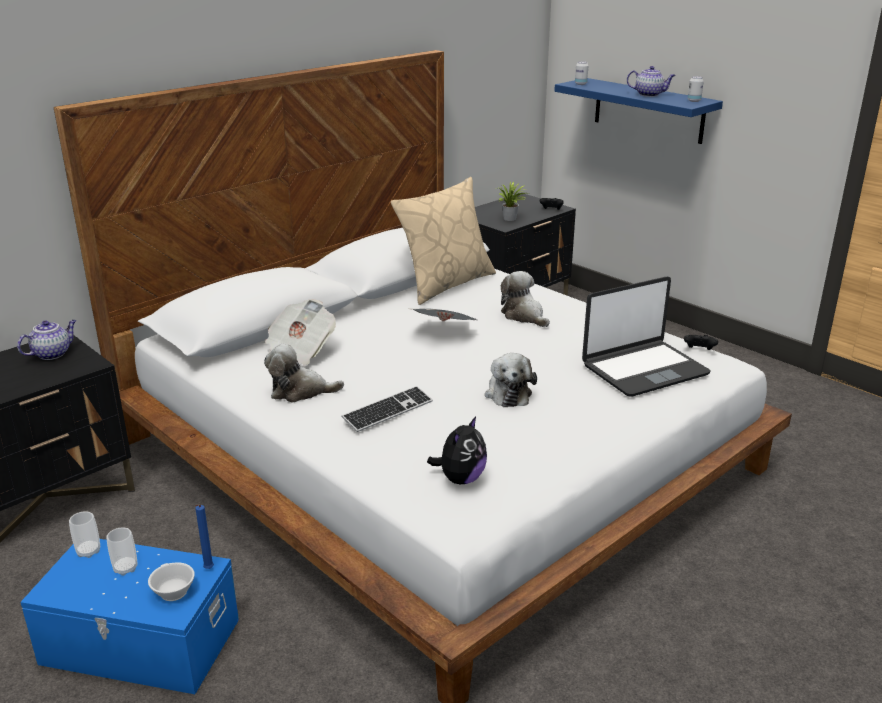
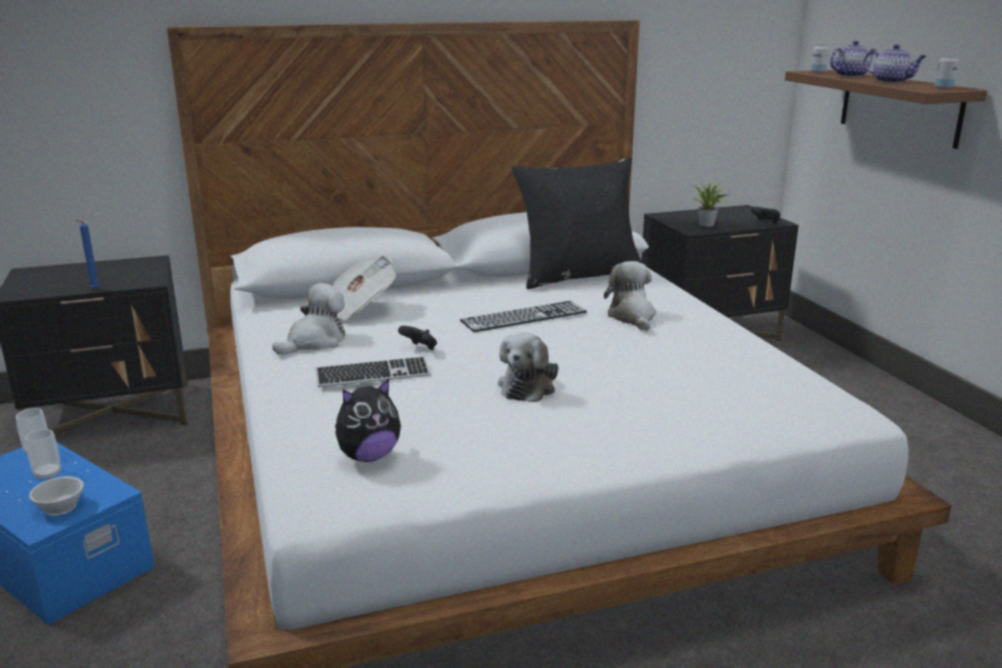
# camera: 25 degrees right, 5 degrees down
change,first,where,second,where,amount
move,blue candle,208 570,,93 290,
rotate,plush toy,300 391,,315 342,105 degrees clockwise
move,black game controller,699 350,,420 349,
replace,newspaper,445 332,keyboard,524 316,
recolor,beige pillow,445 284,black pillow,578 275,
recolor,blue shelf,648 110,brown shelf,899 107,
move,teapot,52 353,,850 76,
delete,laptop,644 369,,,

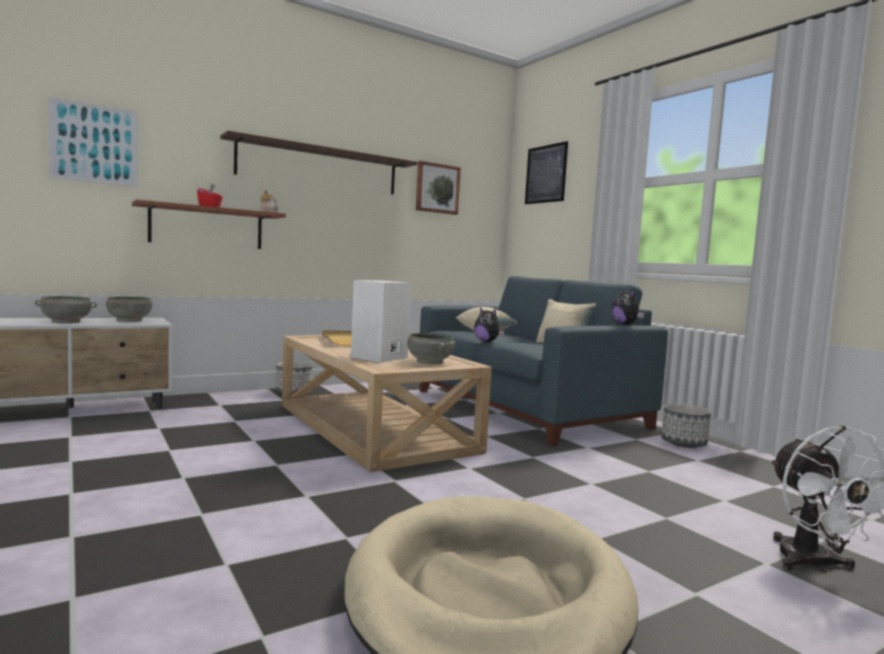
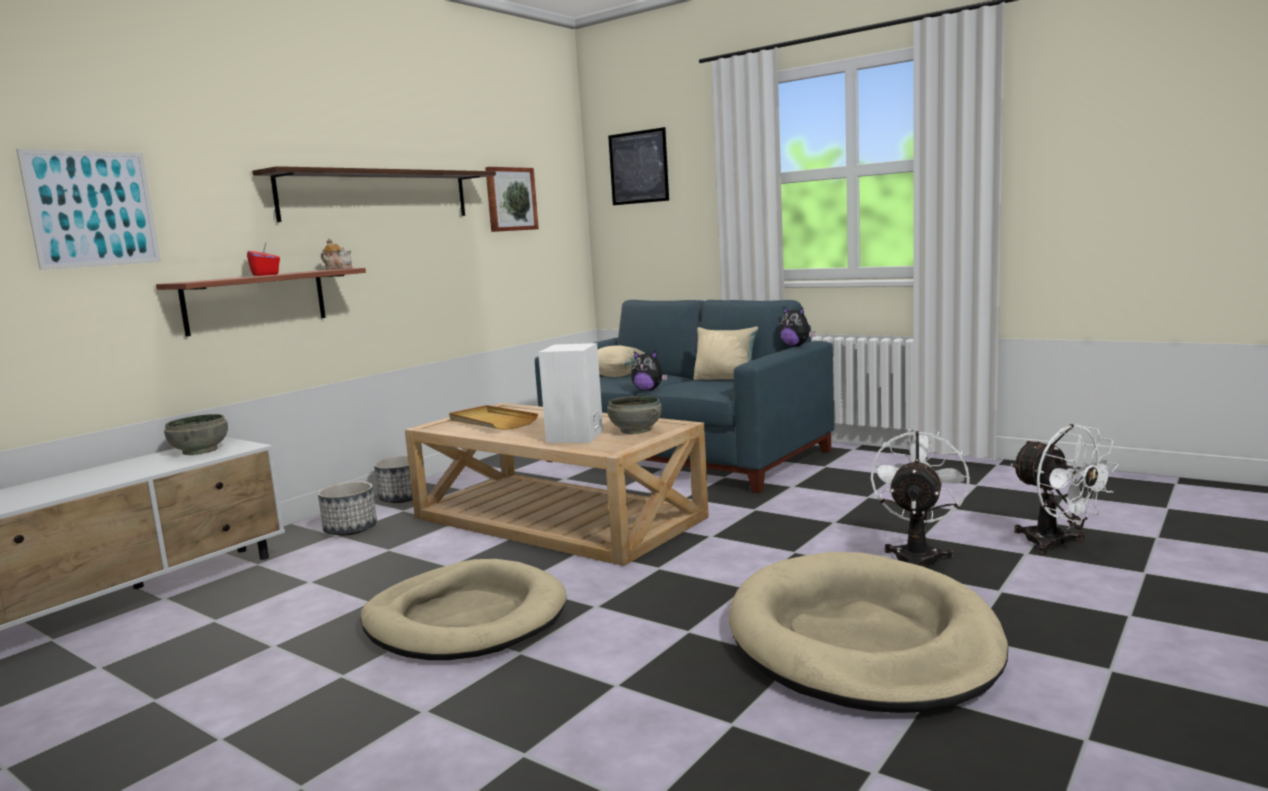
# camera: 20 degrees left, 5 degrees up
change,first,where,second,where,amount
move,planter,684 443,,351 529,
insert,,,beige dog bed,465 618,
insert,,,white fan,918 556,
delete,grey bowl,66 322,,,

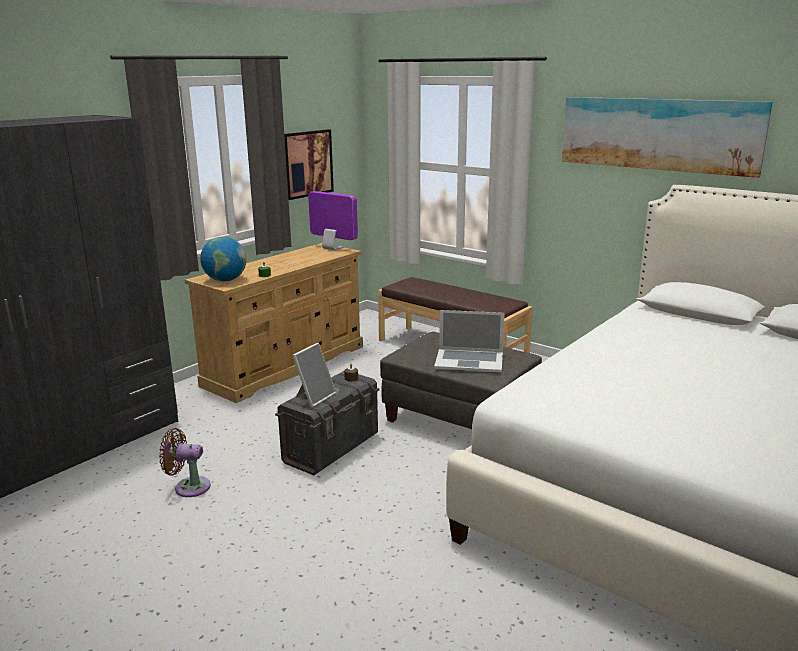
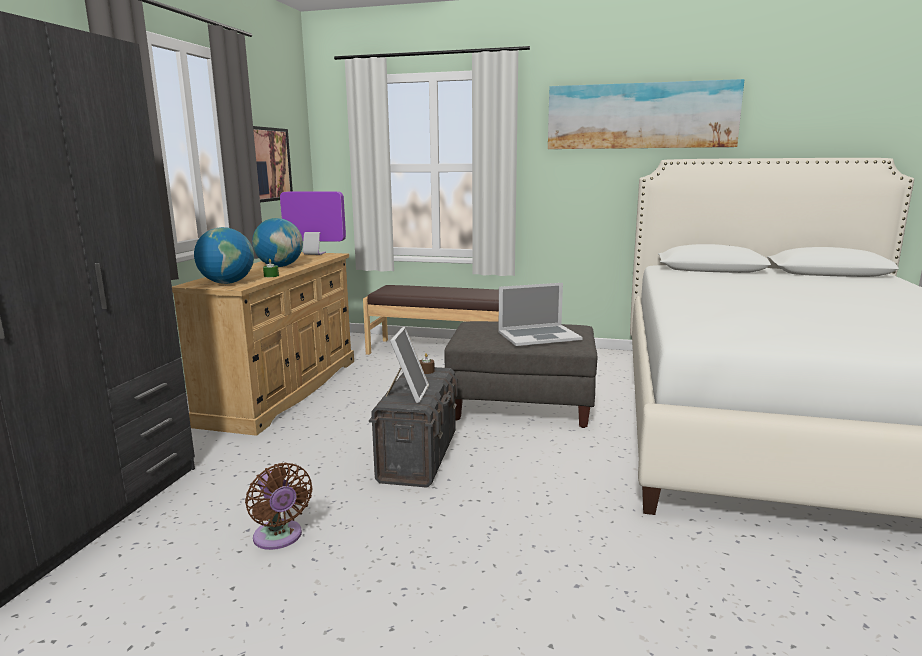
# camera: 25 degrees left, 5 degrees down
change,first,where,second,where,amount
rotate,brown fan,188 487,,279 538,105 degrees counterclockwise
insert,,,globe,280 266,

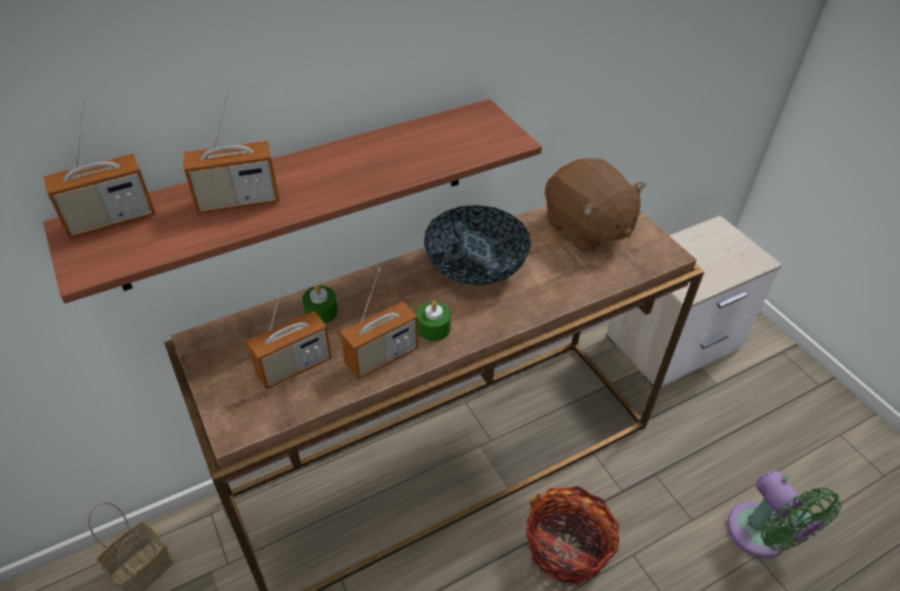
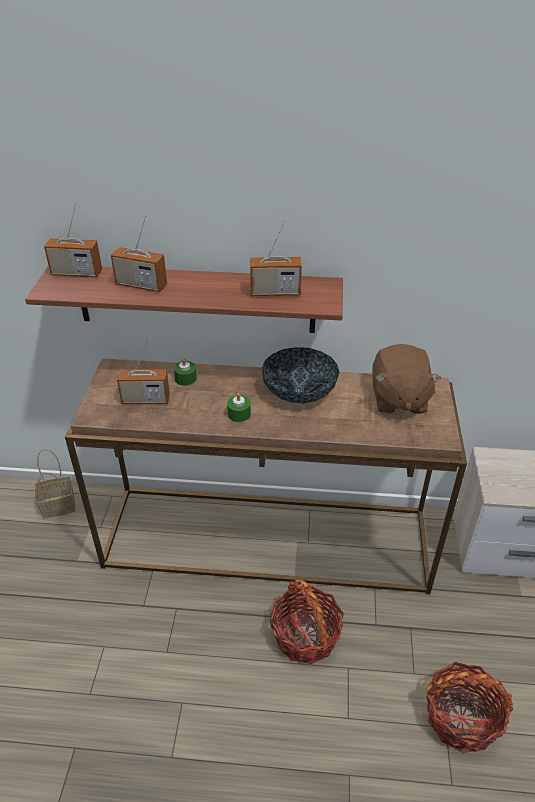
# camera: 35 degrees right, 5 degrees down
change,first,where,second,where,amount
move,radio,382 357,,275 292,
replace,green fan,761 536,basket,461 717,

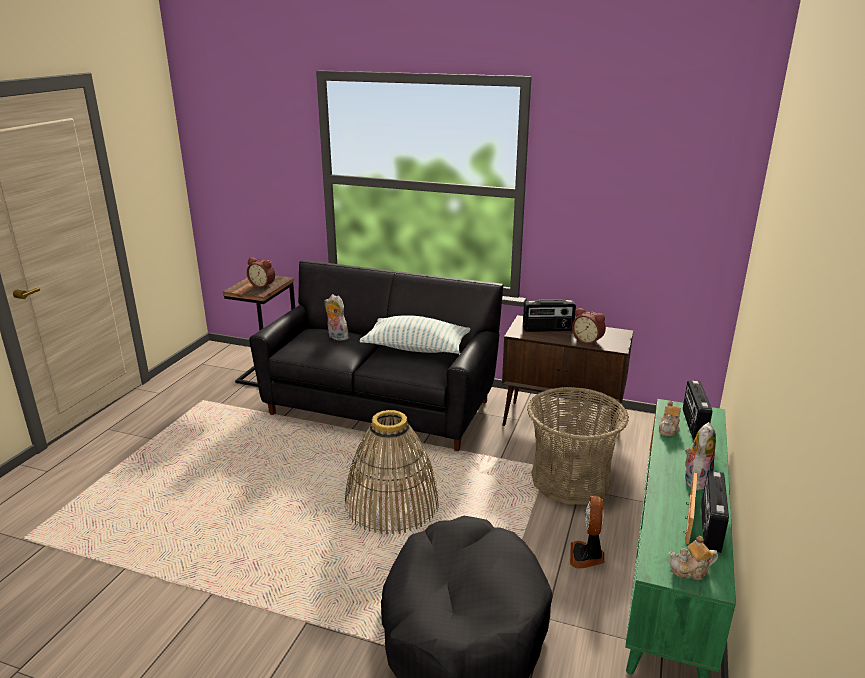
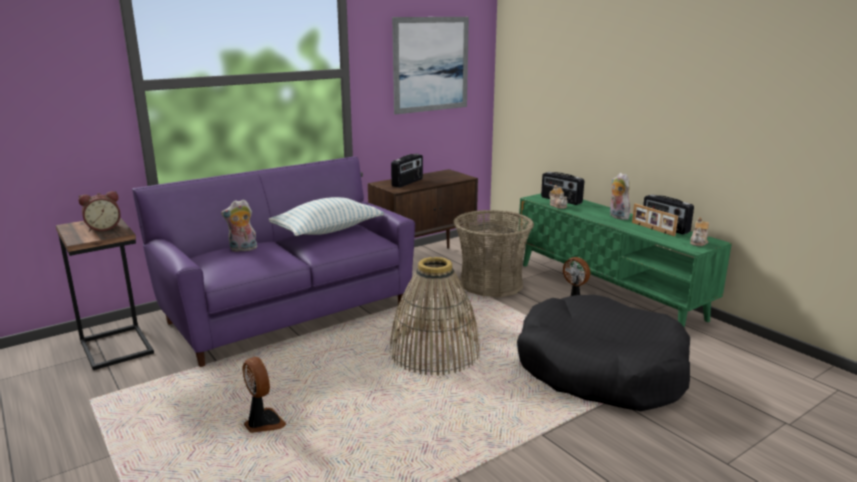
# camera: 55 degrees left, 5 degrees down
change,first,where,second,where,amount
recolor,black sofa,380 408,purple sofa,289 313,
insert,,,fan,263 423,
insert,,,picture,431 64,
delete,alarm clock,588 340,,,

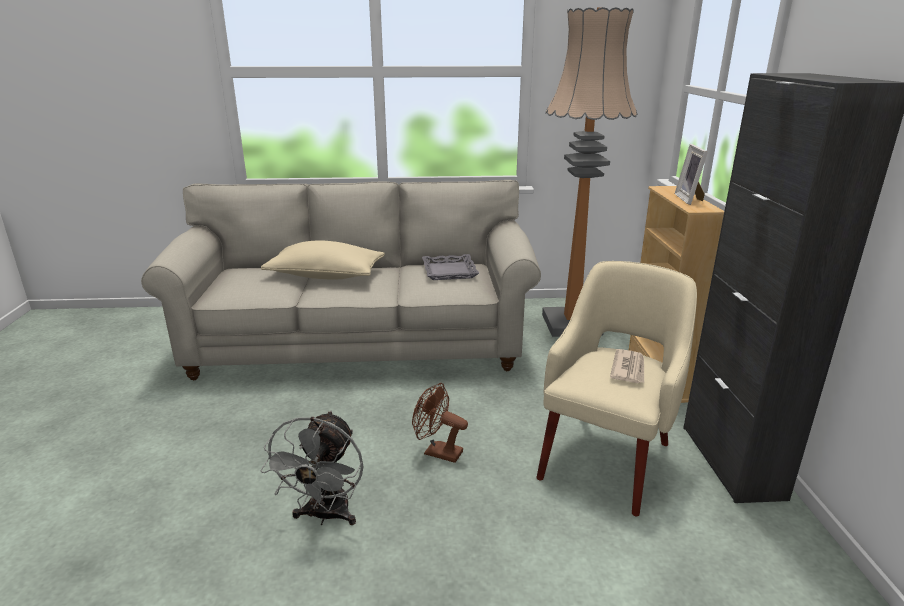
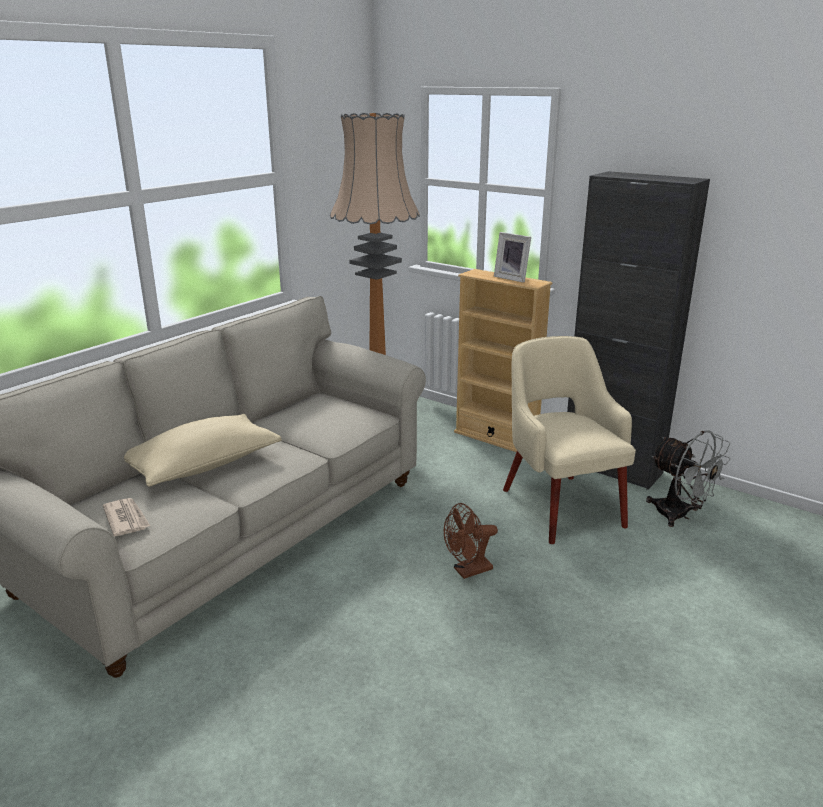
# camera: 50 degrees left, 0 degrees up
change,first,where,second,where,amount
move,newspaper,629 369,,126 519,
move,grey fan,325 516,,679 515,
delete,grey tray,449 271,,,

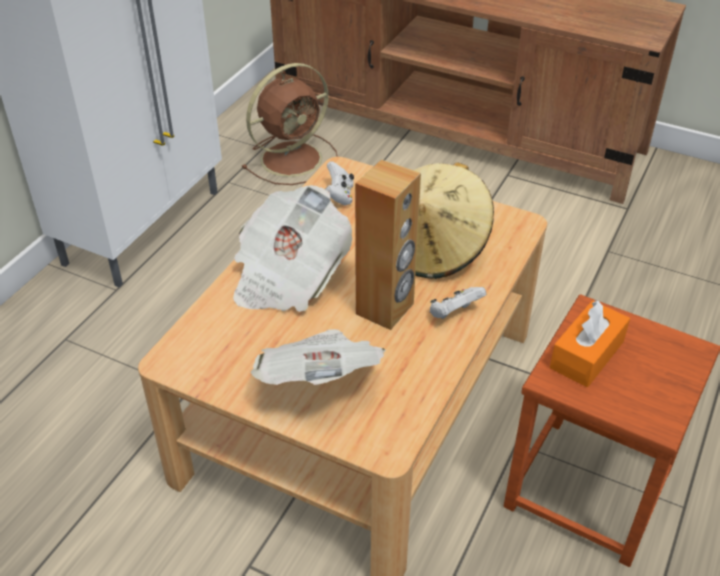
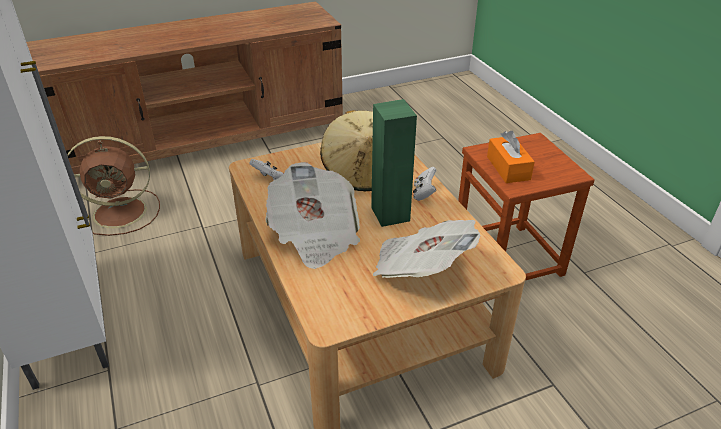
# camera: 50 degrees left, 5 degrees down
change,first,where,second,where,amount
rotate,brown fan,293 158,,122 212,75 degrees clockwise
recolor,brown speaker,385 309,green speaker,391 214,

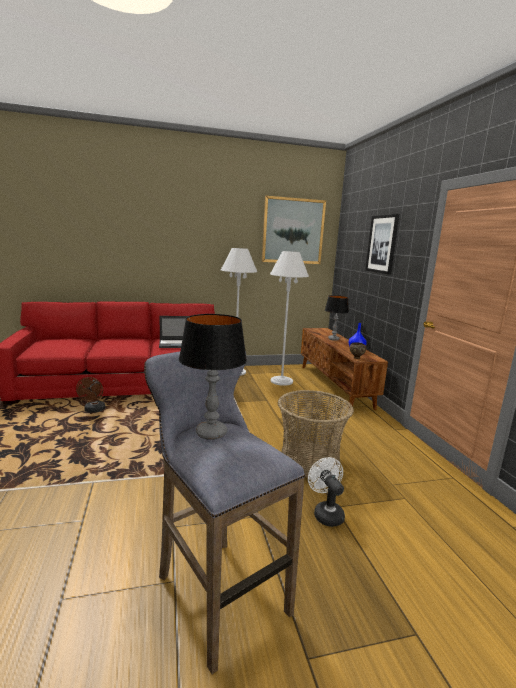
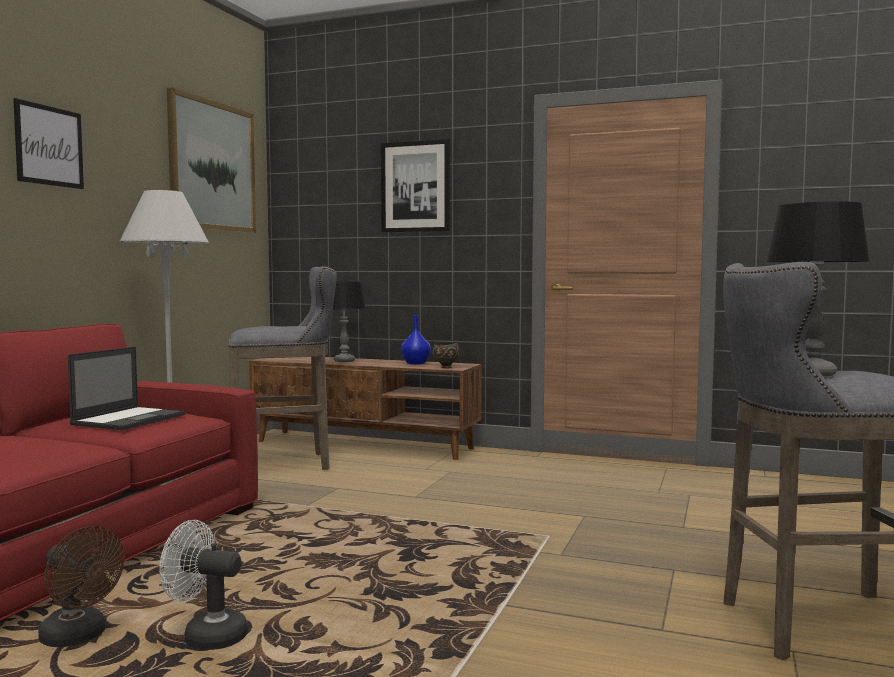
# camera: 55 degrees left, 10 degrees down
change,first,where,second,where,amount
insert,,,picture,49 146,
move,white fan,326 513,,206 636,
replace,white floor lamp,281 381,grey stool,284 463,
delete,basket,310 460,,,

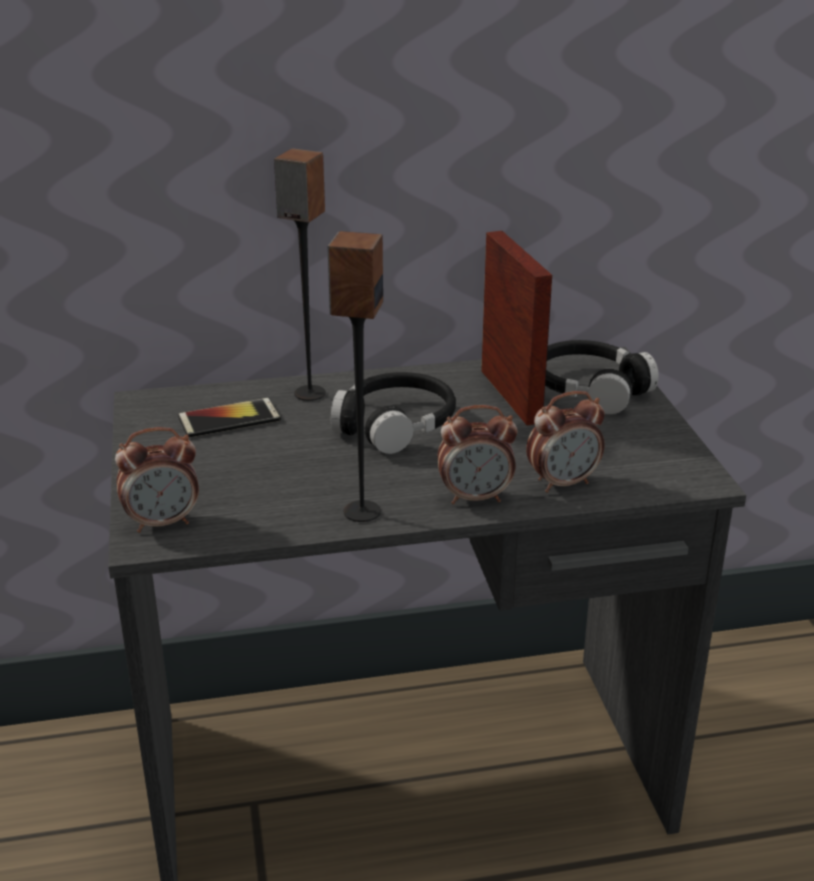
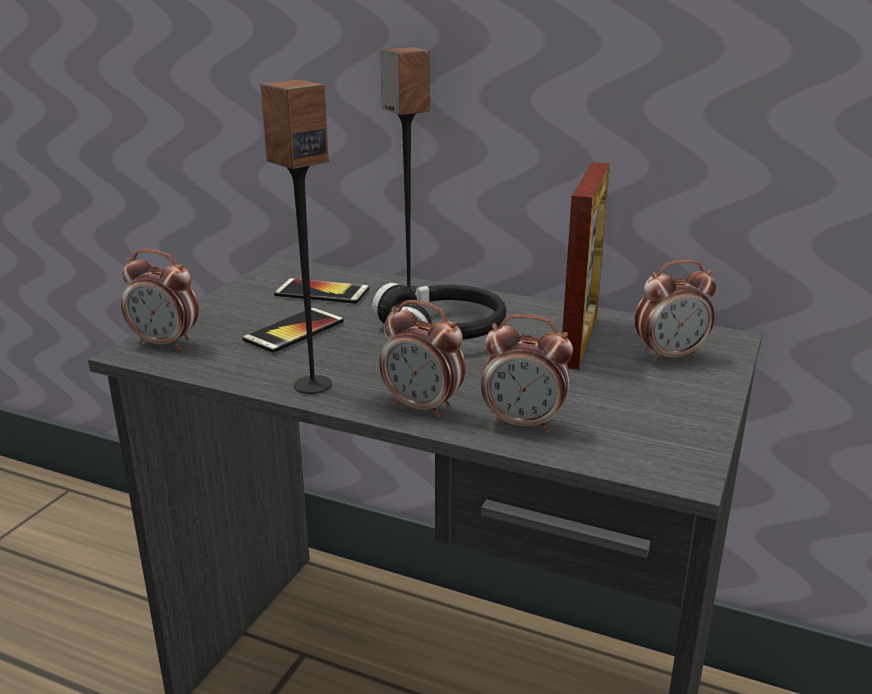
# camera: 35 degrees right, 5 degrees down
change,first,where,second,where,amount
insert,,,phone,294 331,
replace,black headphones,590 389,alarm clock,670 356,

